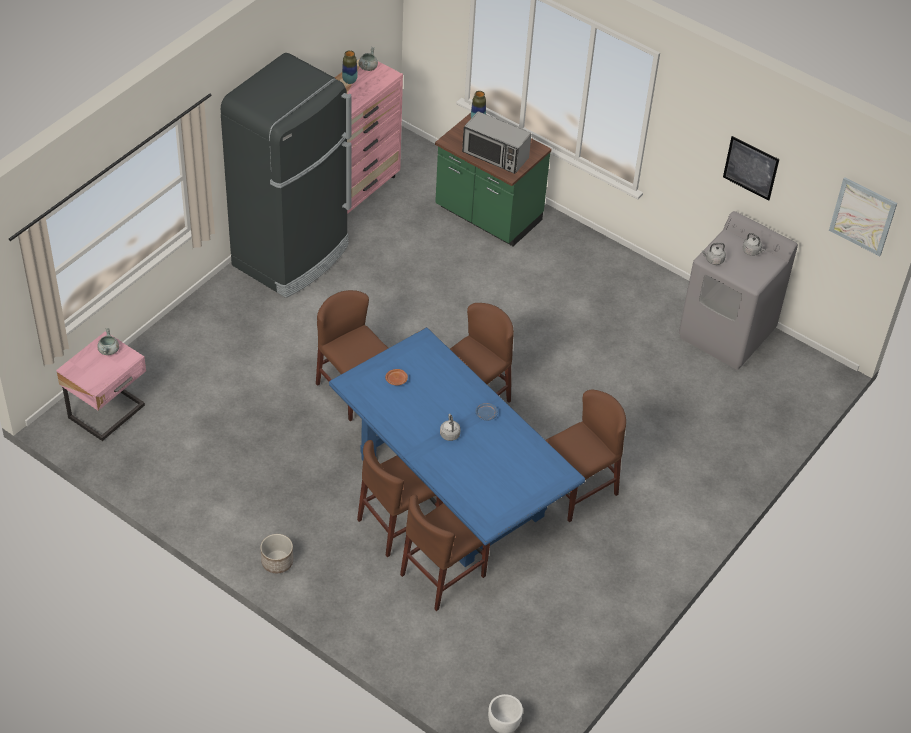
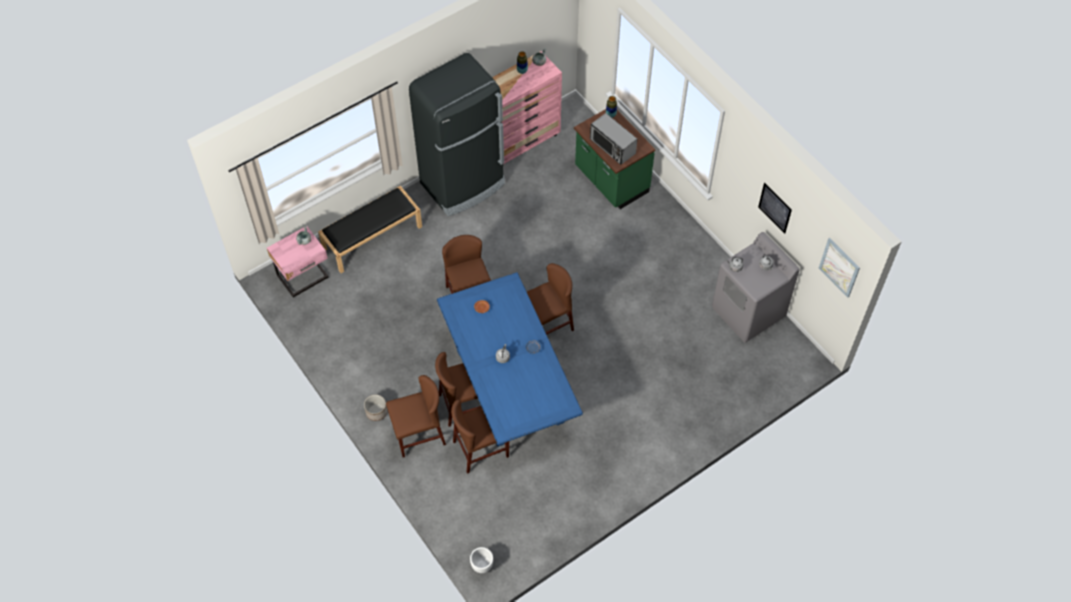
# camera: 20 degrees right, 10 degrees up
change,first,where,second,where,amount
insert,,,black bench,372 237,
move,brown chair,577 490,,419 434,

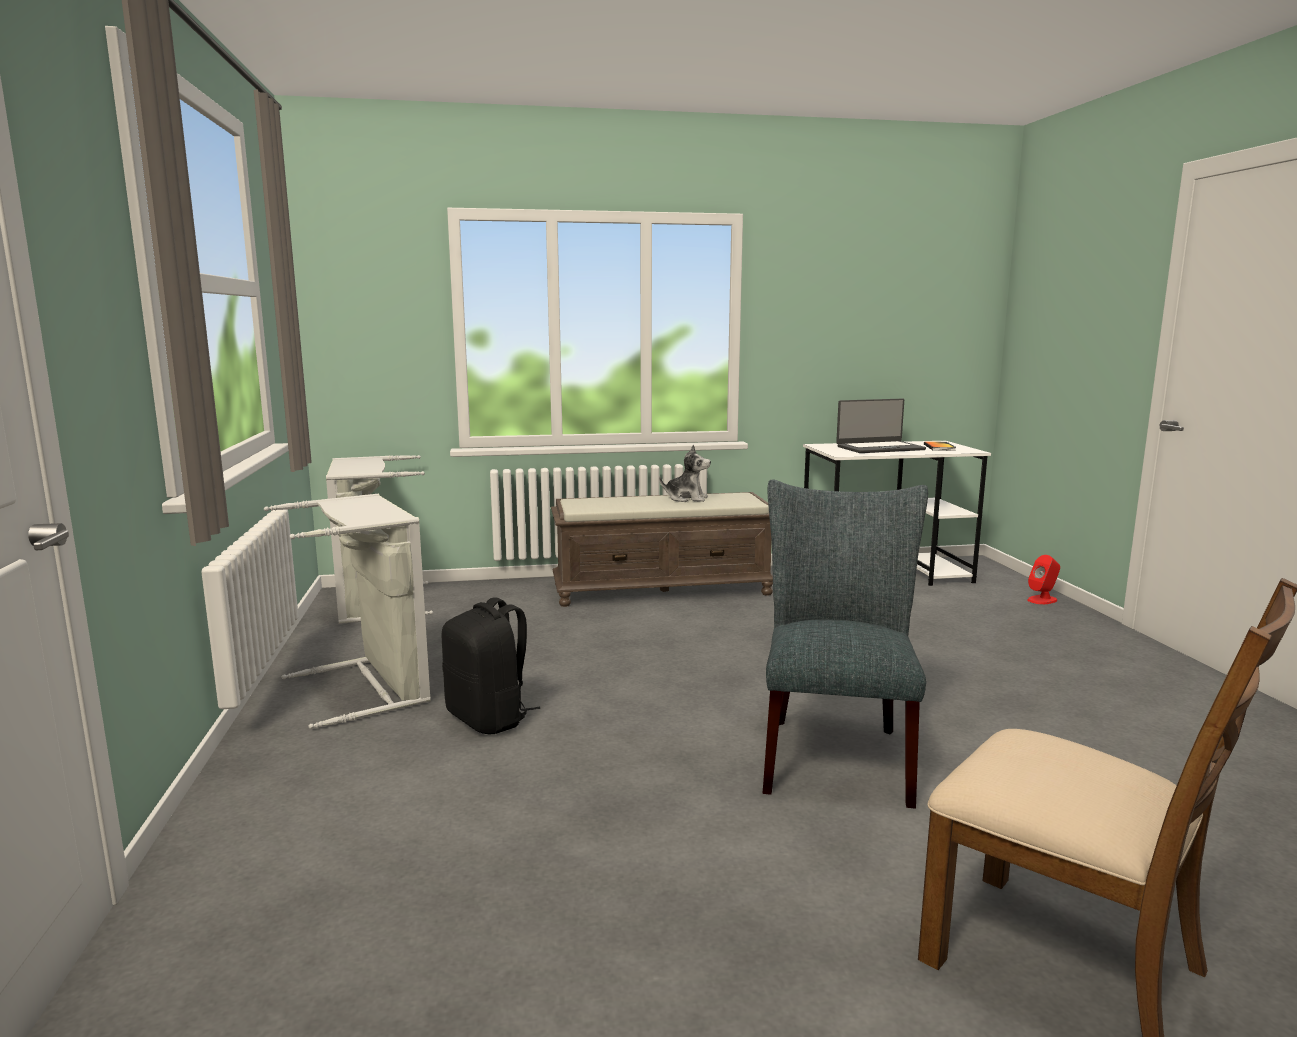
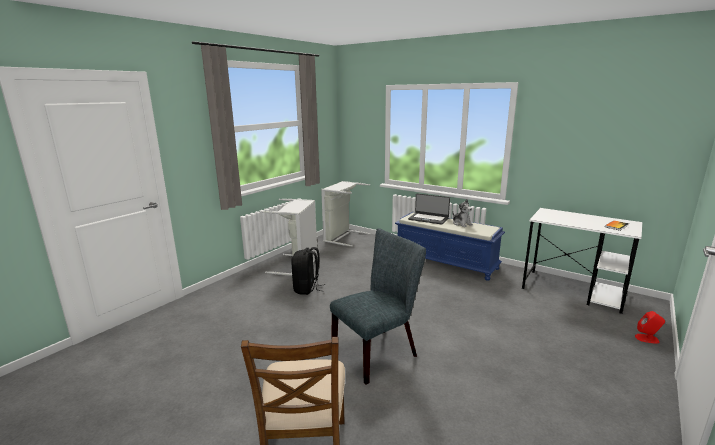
# camera: 45 degrees right, 5 degrees up
change,first,where,second,where,amount
recolor,brown bench,663 589,blue bench,446 262,
move,laptop,879 448,,428 219,

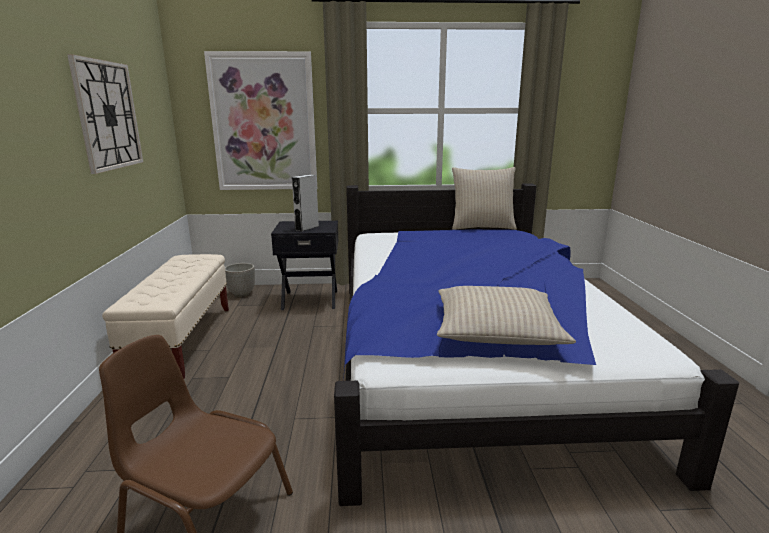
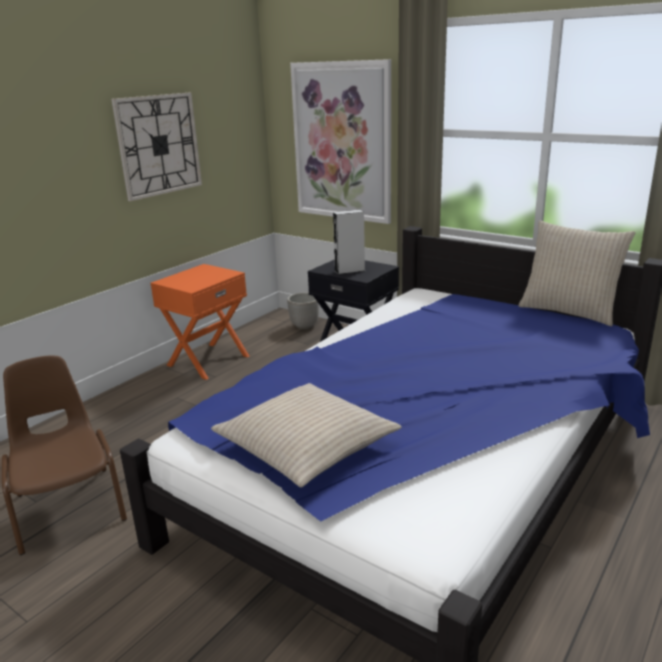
# camera: 40 degrees right, 5 degrees up
change,first,where,second,where,amount
replace,beige bench,182 340,orange nightstand,207 360,

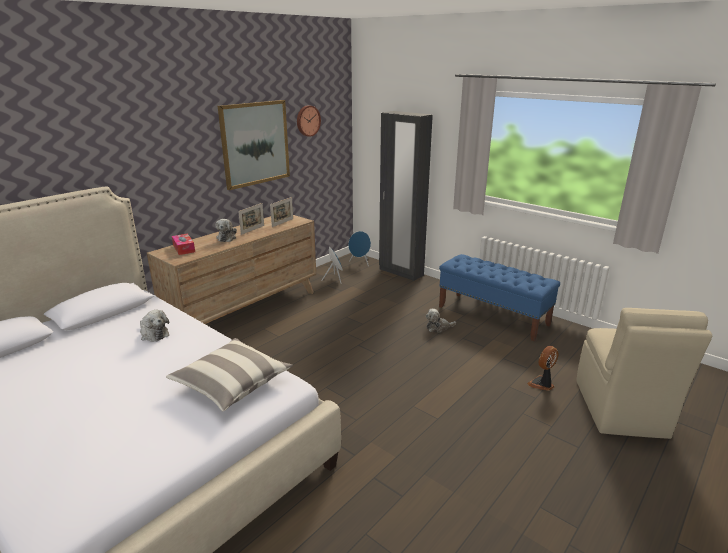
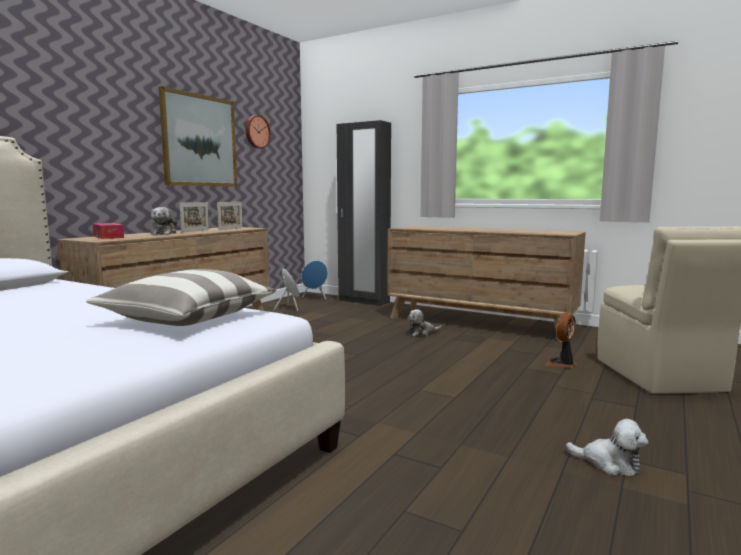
# camera: 10 degrees left, 15 degrees down
change,first,where,second,where,amount
replace,blue bench,493 316,brown dresser,479 323,
move,plush toy,153 334,,609 463,

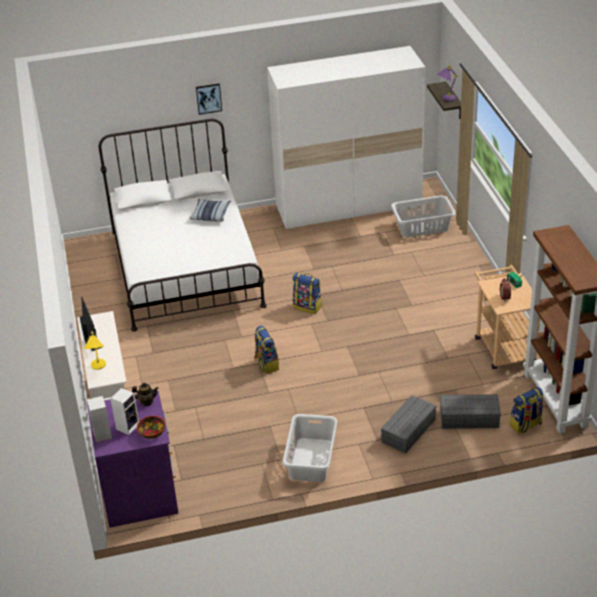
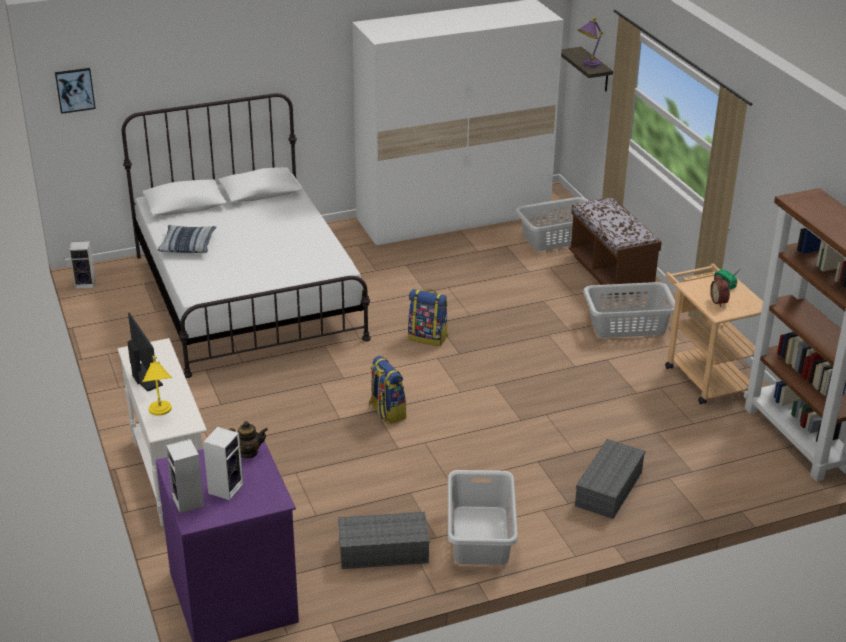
# camera: 10 degrees left, 5 degrees down
change,first,where,second,where,amount
move,picture,208 98,,75 90,
insert,,,speaker,86 283,
move,pillow,211 214,,188 245,
move,grey storage box,468 419,,382 552,
insert,,,brown bench,611 273,
insert,,,grey laundry basket,628 325,
delete,bowl,151 433,,,
delete,backpack,525 425,,,

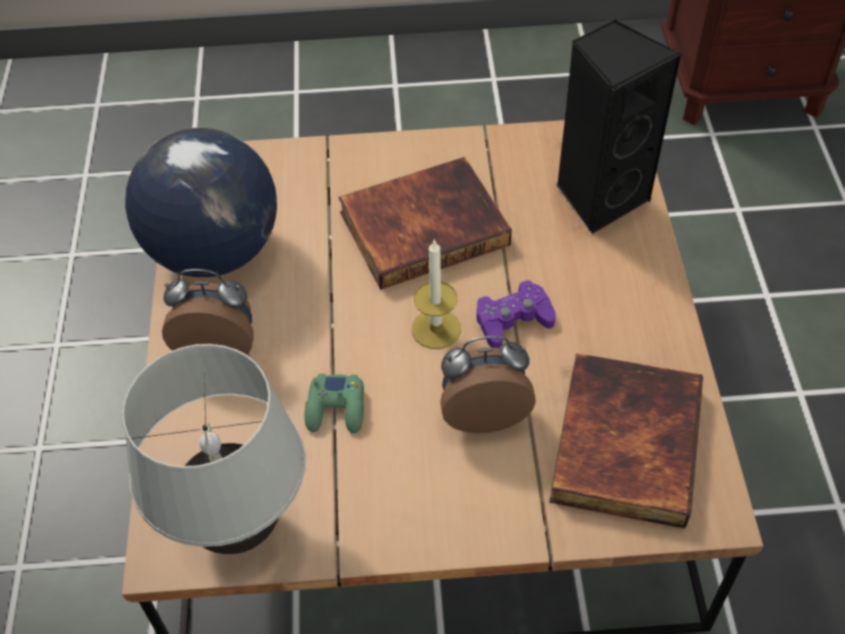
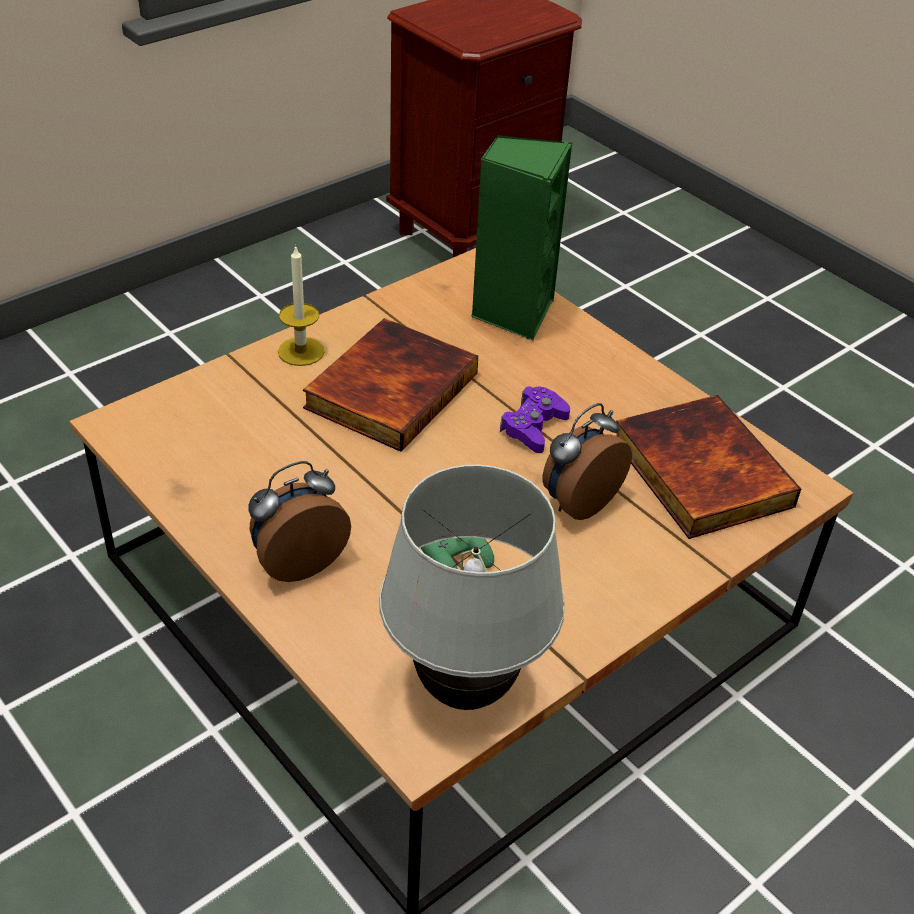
# camera: 40 degrees left, 10 degrees down
change,first,where,second,where,amount
move,candle,436 329,,301 351,
recolor,black speaker,599 197,green speaker,512 312,
delete,globe,214 252,,,

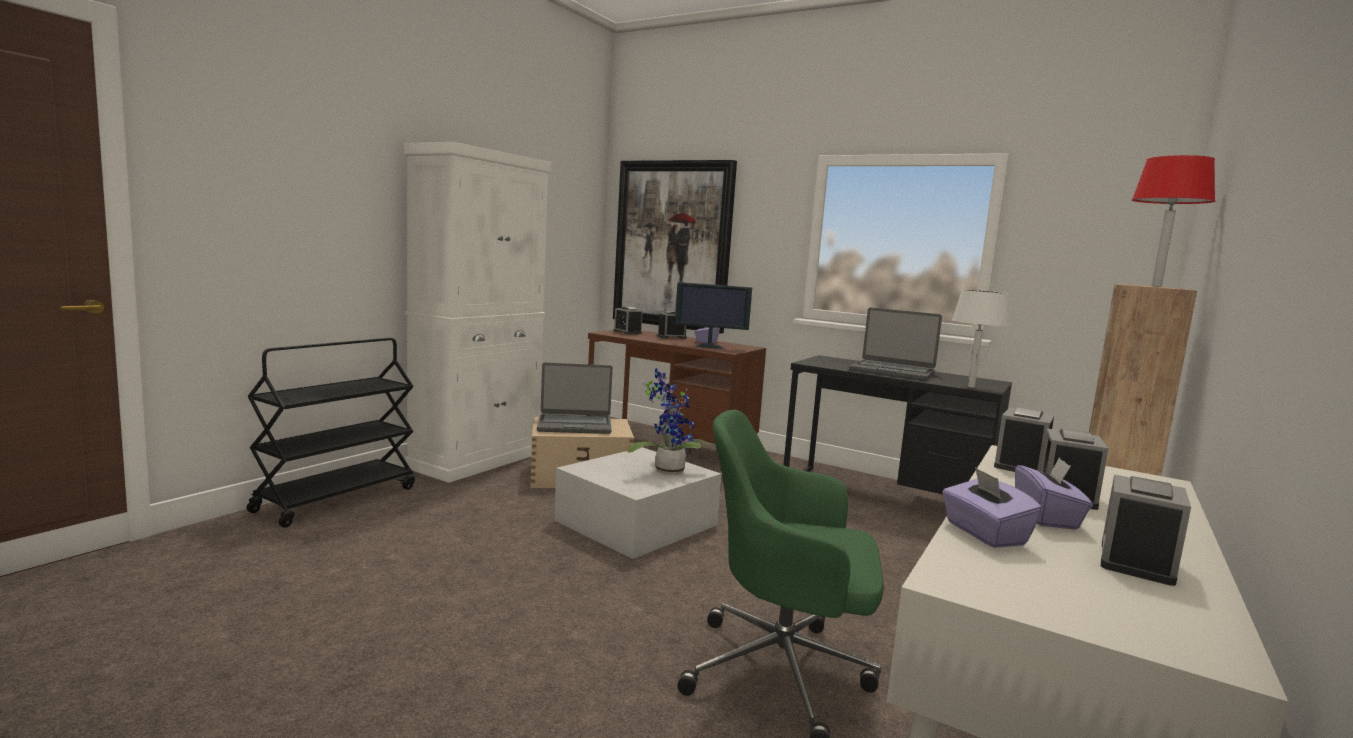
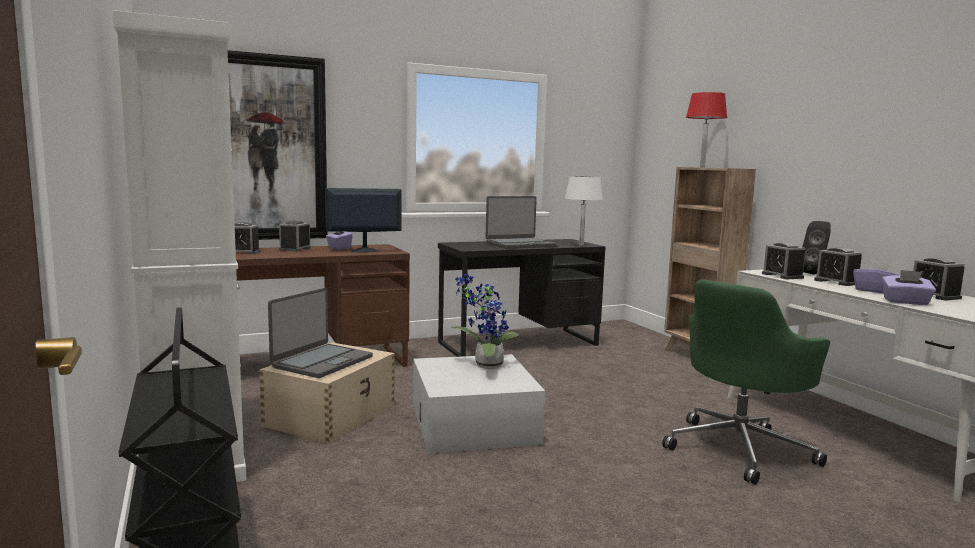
# camera: 55 degrees left, 0 degrees up
change,first,where,second,where,amount
rotate,monitor,710 346,,364 251,150 degrees counterclockwise
insert,,,black speaker,814 274,

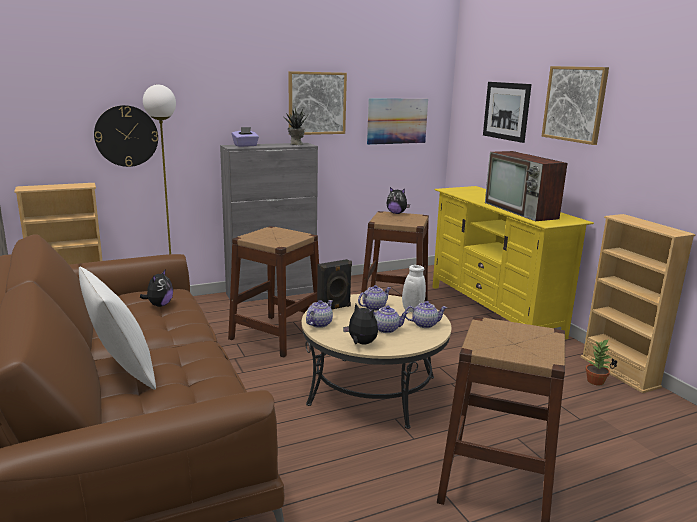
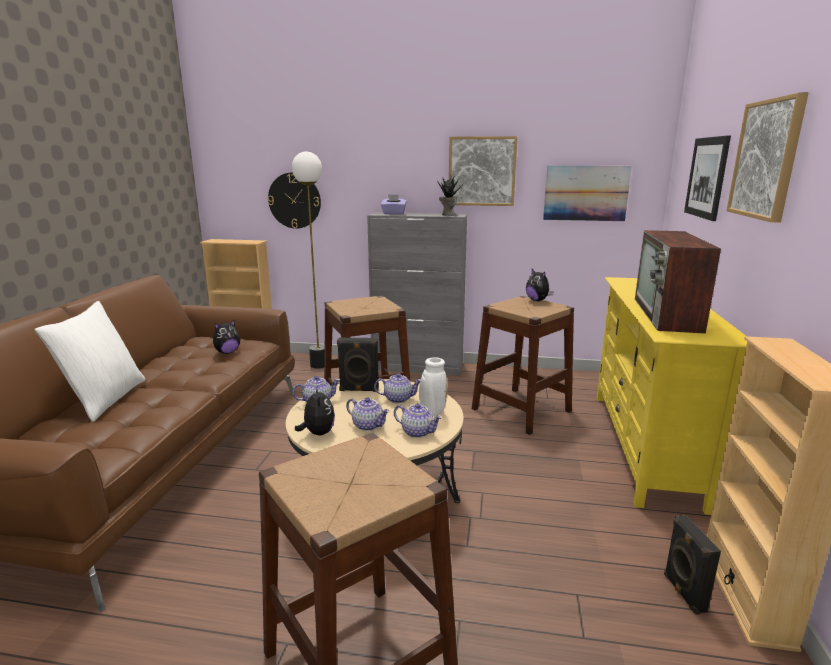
# camera: 35 degrees right, 0 degrees up
change,first,where,second,where,amount
replace,potted plant,596 381,black speaker,683 593,

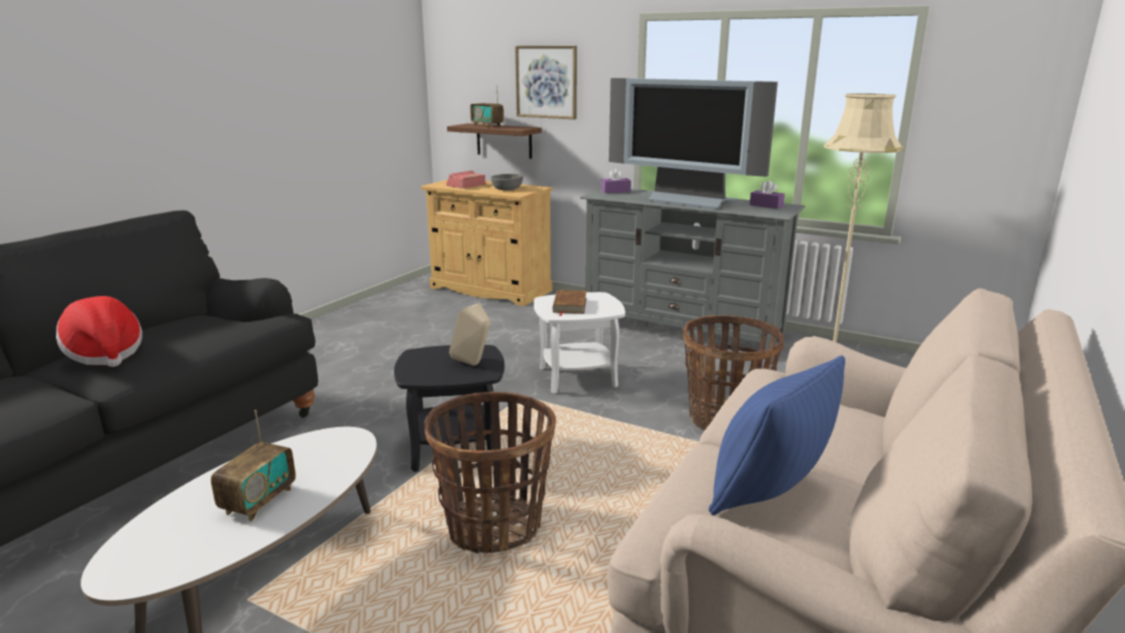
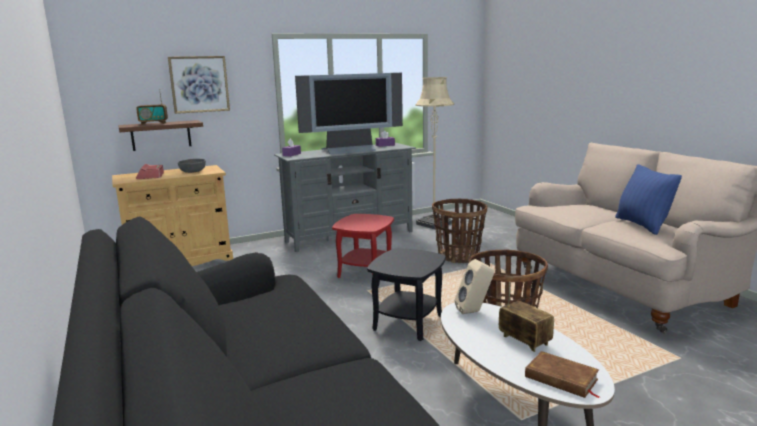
# camera: 55 degrees left, 5 degrees down
change,first,where,second,where,amount
recolor,white side table,577 377,red side table,365 272,
move,beige speaker,473 365,,474 312,
move,brown book,569 305,,561 378,
delete,hat,105 354,,,

